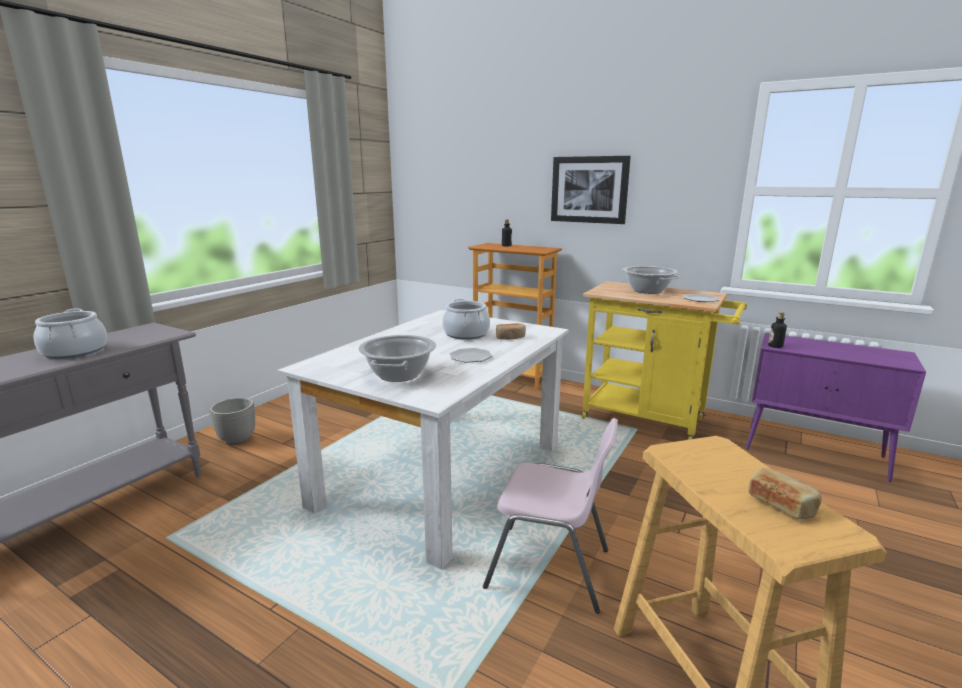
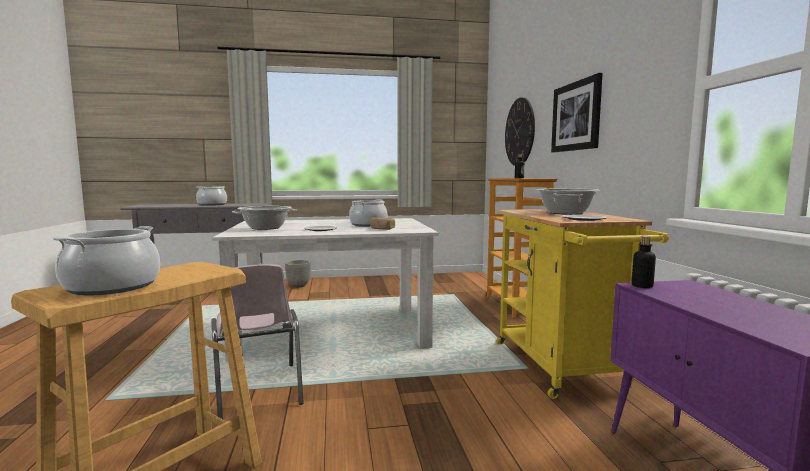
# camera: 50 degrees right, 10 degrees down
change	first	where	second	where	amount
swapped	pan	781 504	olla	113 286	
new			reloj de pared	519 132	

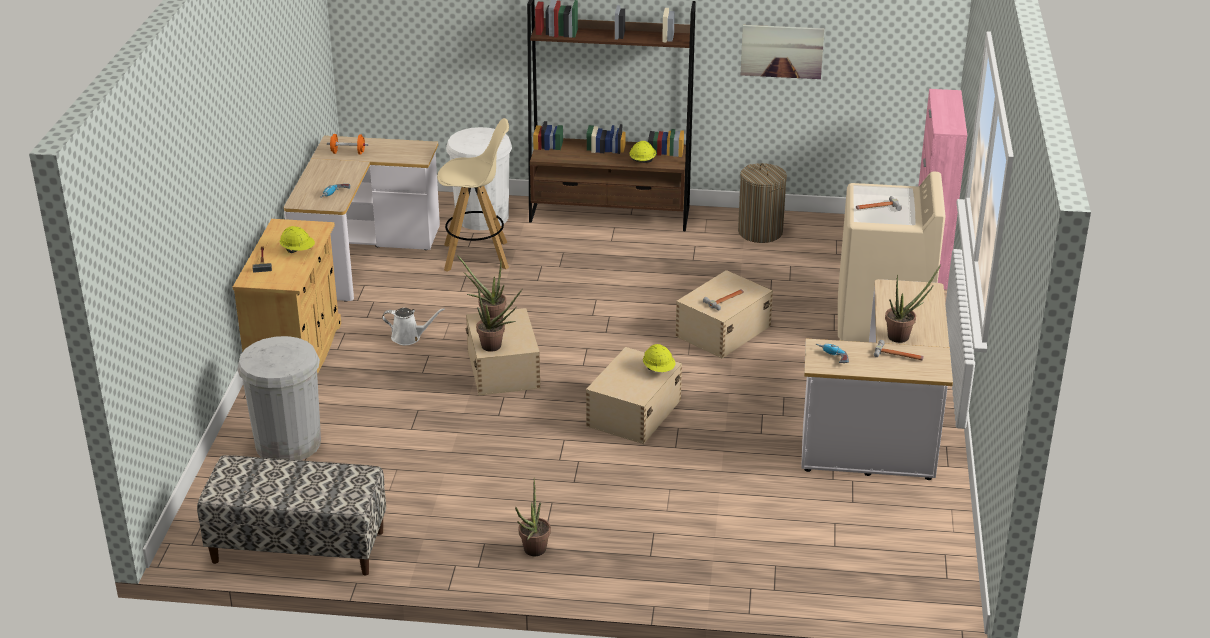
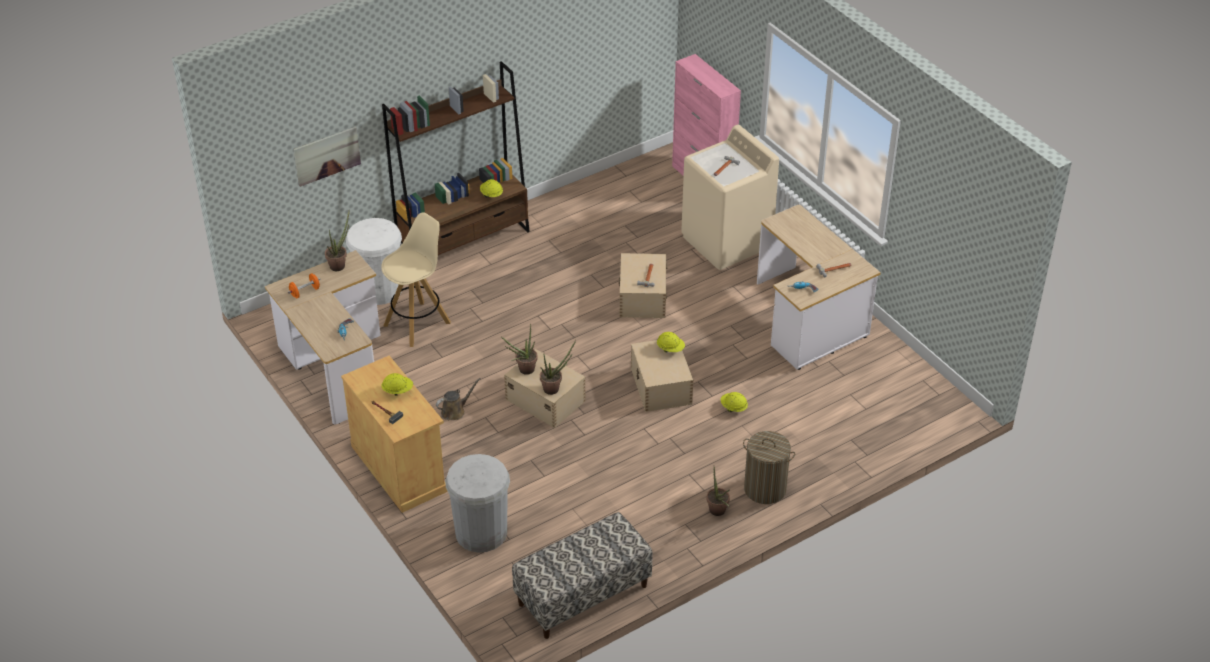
# camera: 40 degrees left, 10 degrees up
change	first	where	second	where	amount
shifted	cuadro	782 51		327 156	
shifted	planta en maceta	903 336		339 264	
repainted	regadera [blanco]	409 337	regadera [marrón]	455 411	
new			casco [amarillo]	733 408	
shifted	cesto de la ropa	760 232		765 489	

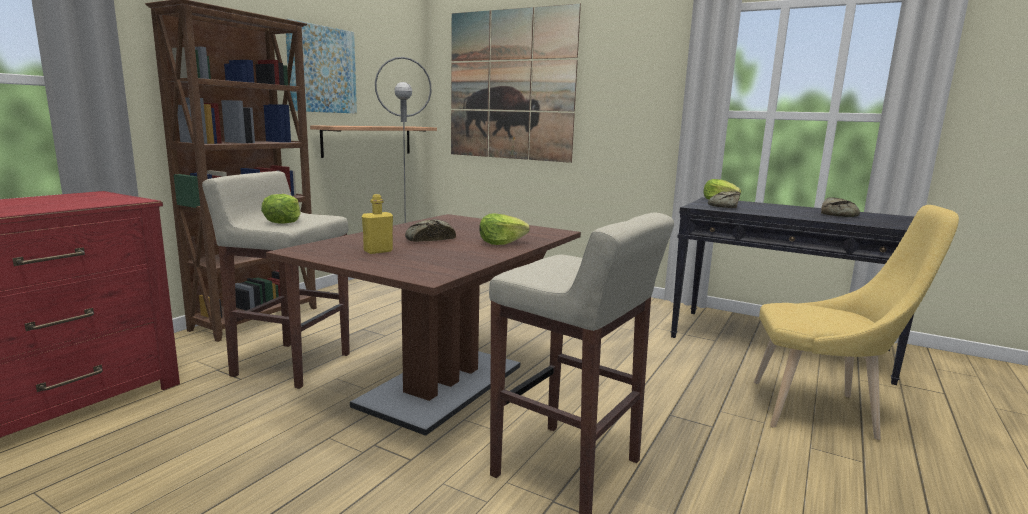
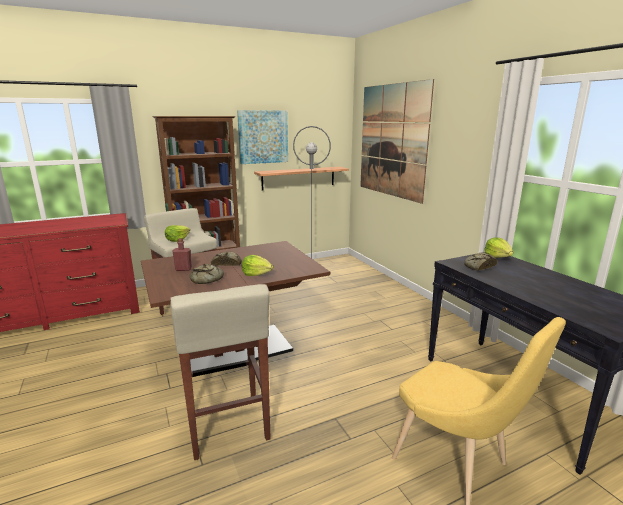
# camera: 35 degrees right, 5 degrees up
change	first	where	second	where	amount
repainted	botella [amarillo]	378 251	botella [rojo]	183 269	
shifted	pan	839 214		207 279	

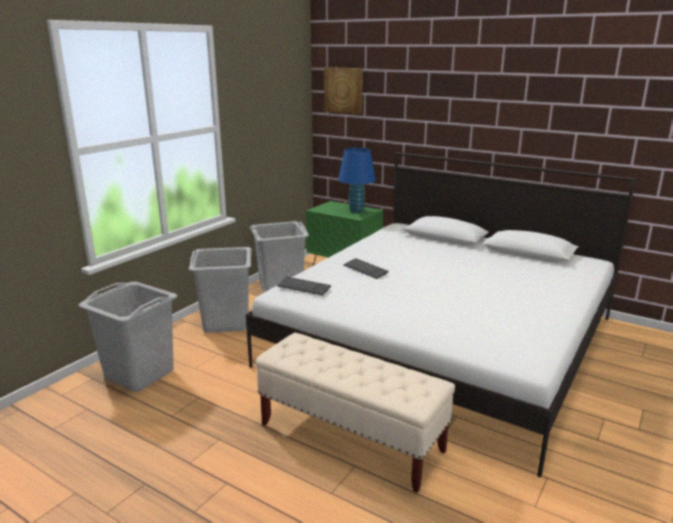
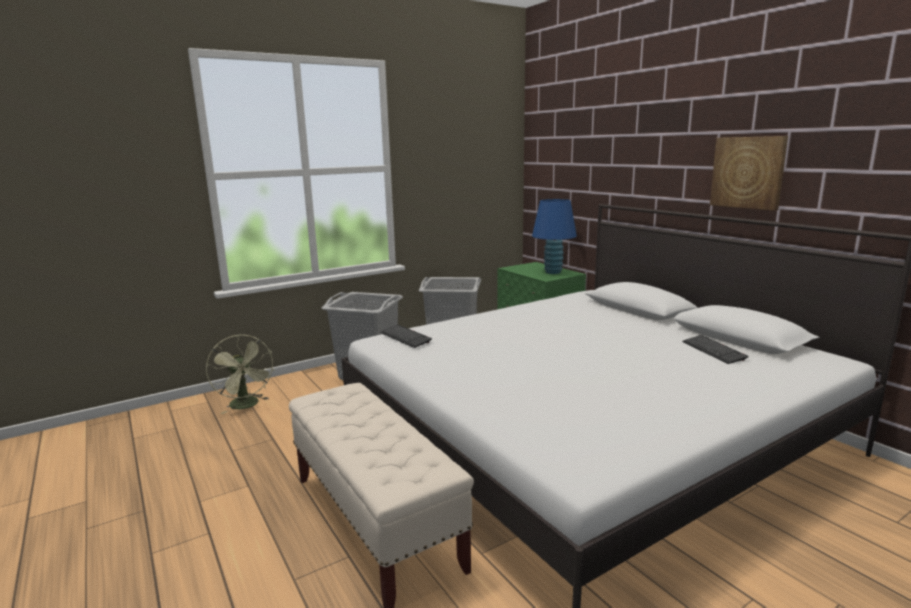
# camera: 25 degrees right, 5 degrees down
change	first	where	second	where	amount
swapped	cesto de la ropa [gris]	139 374	ventilador [verde]	247 406	
shifted	teclado	365 269		713 351	
shifted	cuadro	344 90		748 172	

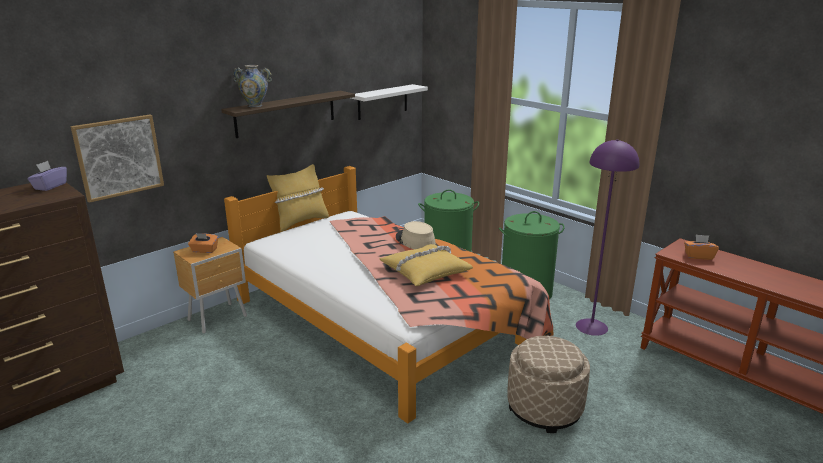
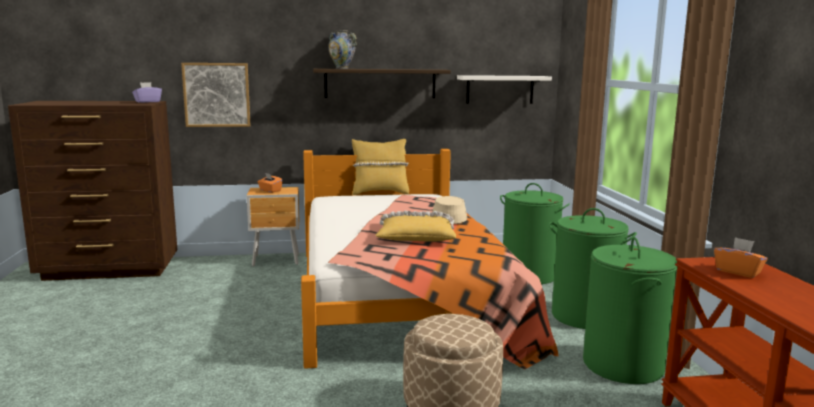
# camera: 35 degrees right, 10 degrees down
change	first	where	second	where	amount
swapped	lámpara de pie [morado]	592 327	cesto de la ropa [verde]	623 365	

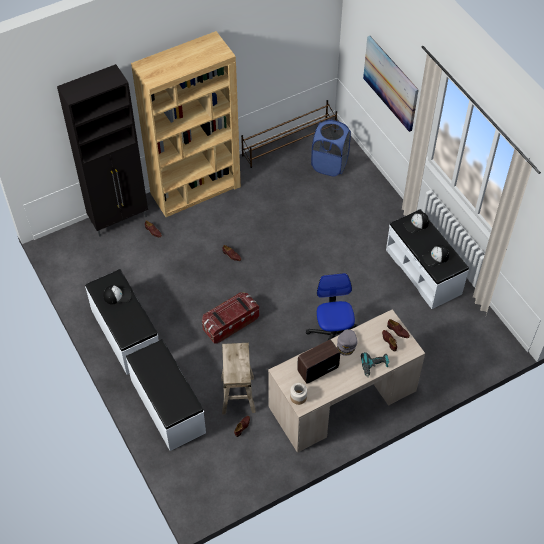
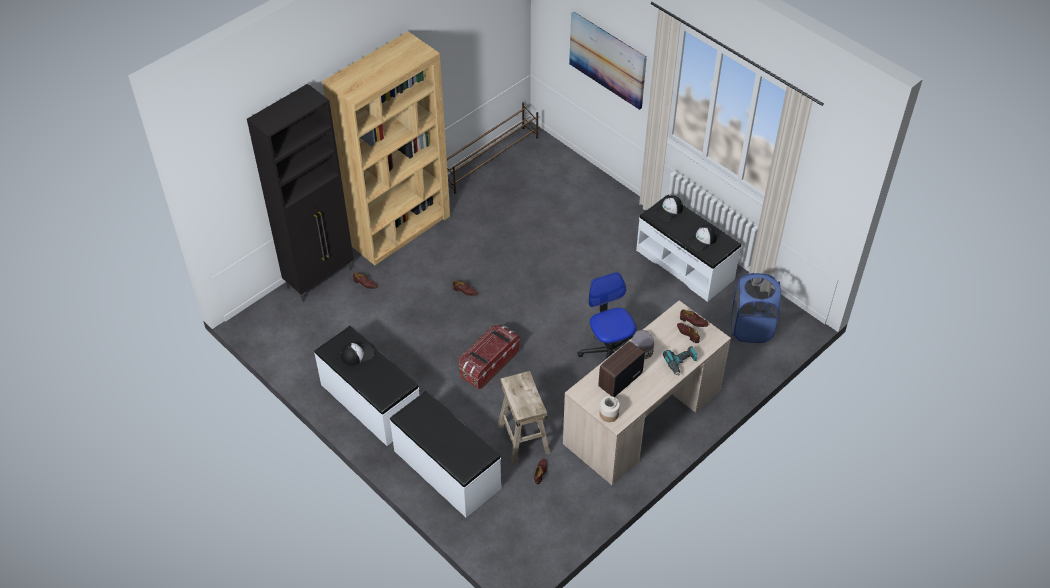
# camera: 15 degrees left, 5 degrees down
change	first	where	second	where	amount
shifted	cesto de la ropa [azul]	329 164		751 328	

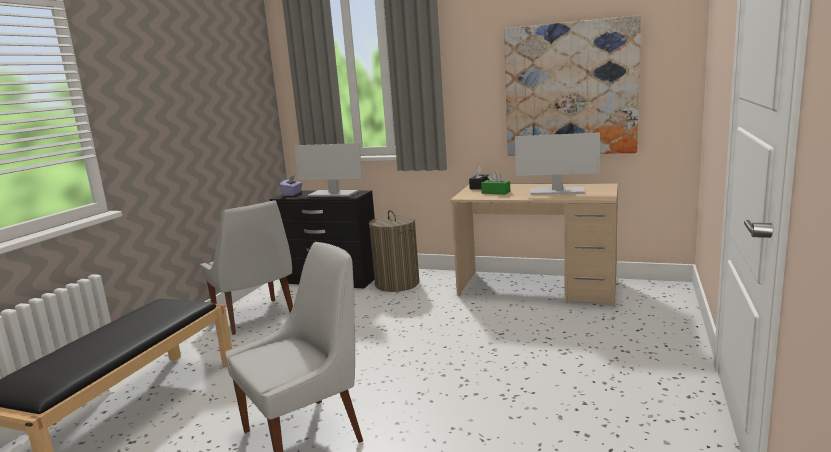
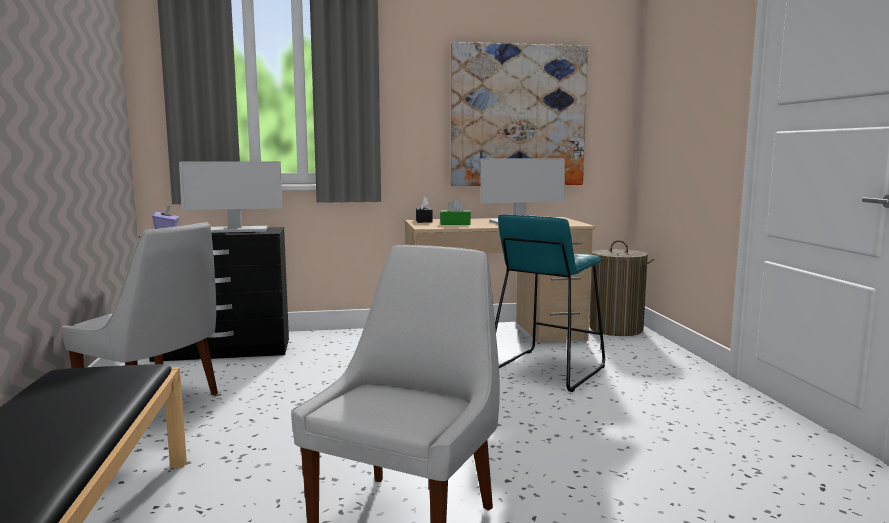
# camera: 30 degrees left, 5 degrees down
change	first	where	second	where	amount
new			taburete [turquesa]	546 370	
shifted	cesto de la ropa	397 284		616 329	

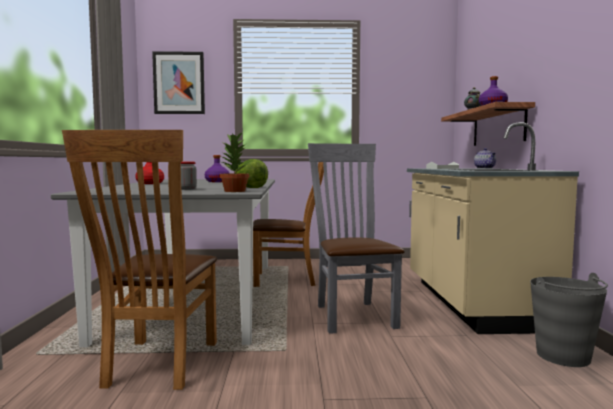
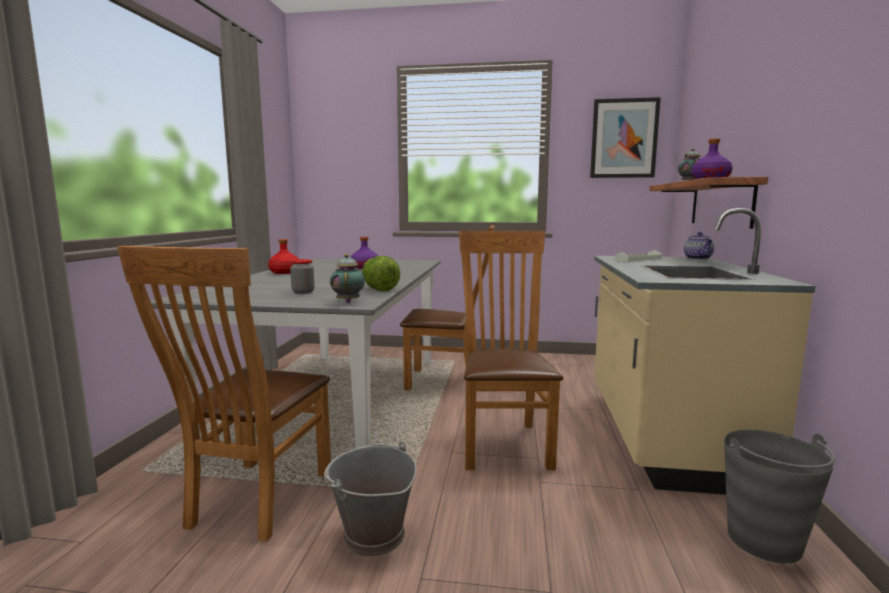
# camera: 10 degrees right, 5 degrees up
change	first	where	second	where	amount
new			cubo [gris]	373 535	
swapped	planta en maceta	235 191	tetera	348 301	
repainted	silla [gris]	352 314	silla [marrón]	504 442	
shifted	cuadro	179 83		624 138	

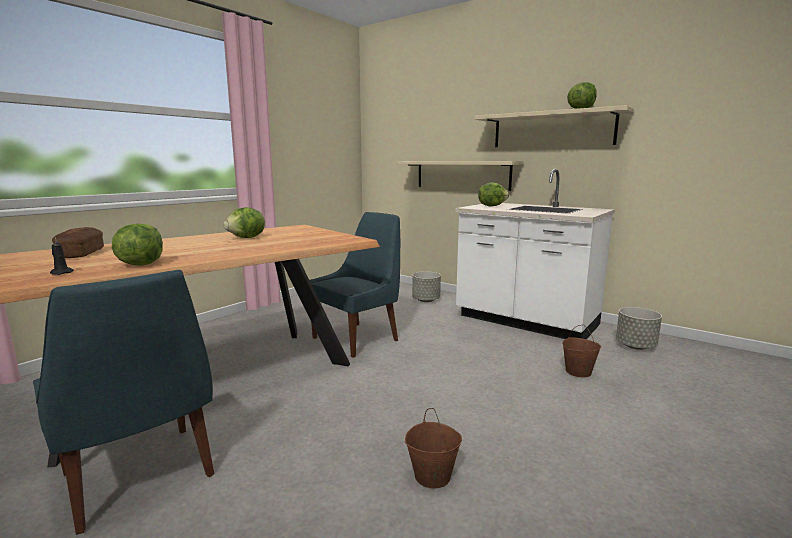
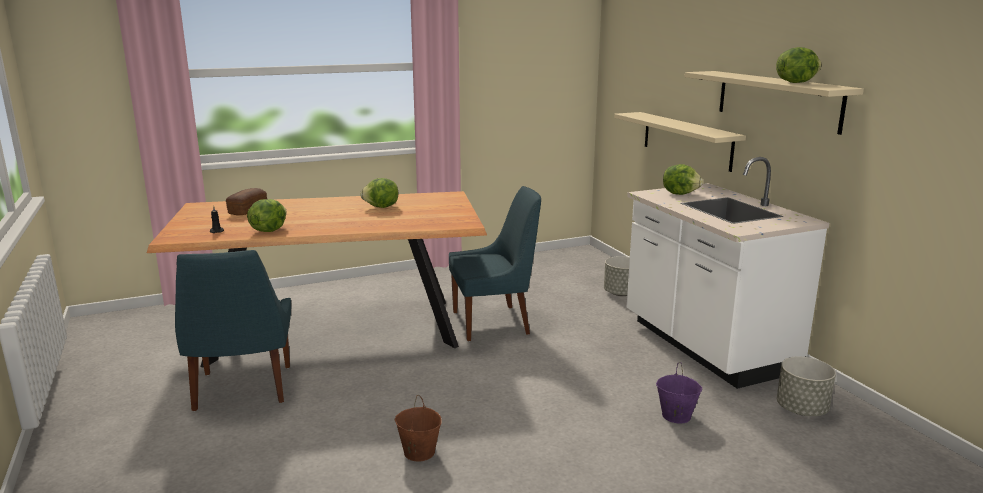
# camera: 30 degrees right, 5 degrees up
change	first	where	second	where	amount
repainted	cubo [marrón]	578 372	cubo [morado]	675 416	

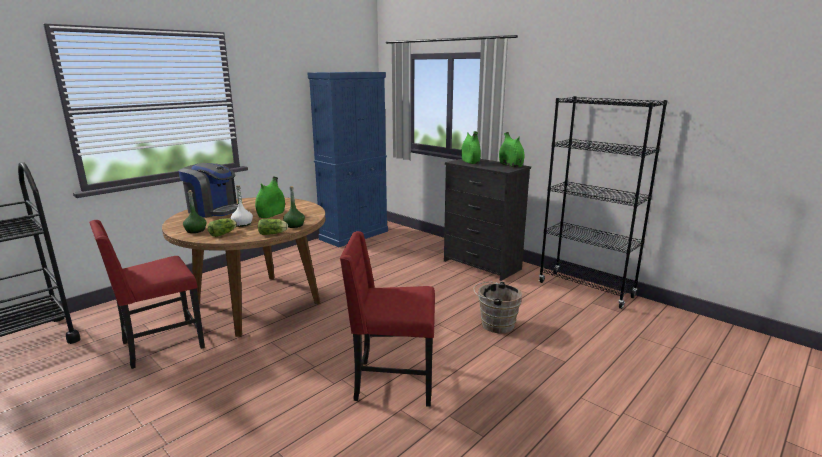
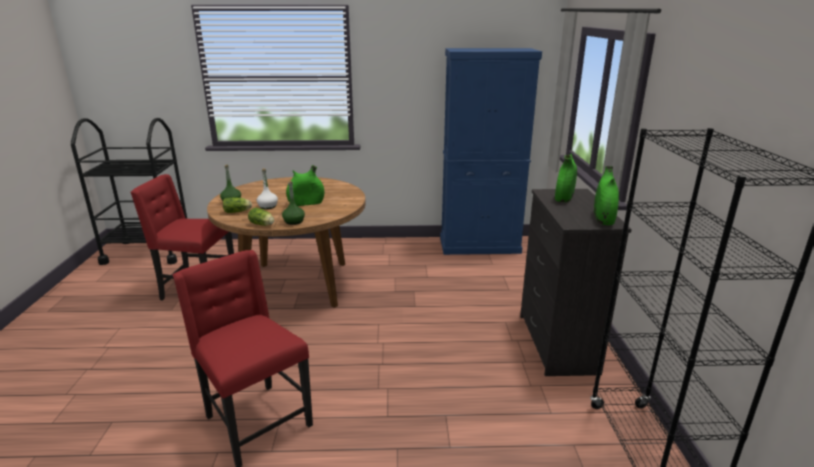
# camera: 45 degrees right, 5 degrees up
change	first	where	second	where	amount
gone	cafetera	214 210			
gone	cubo [marrón]	495 324			

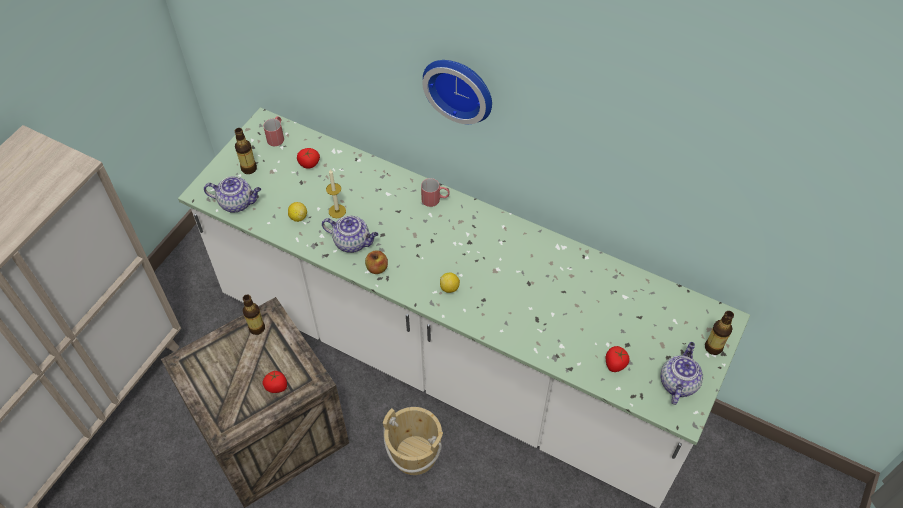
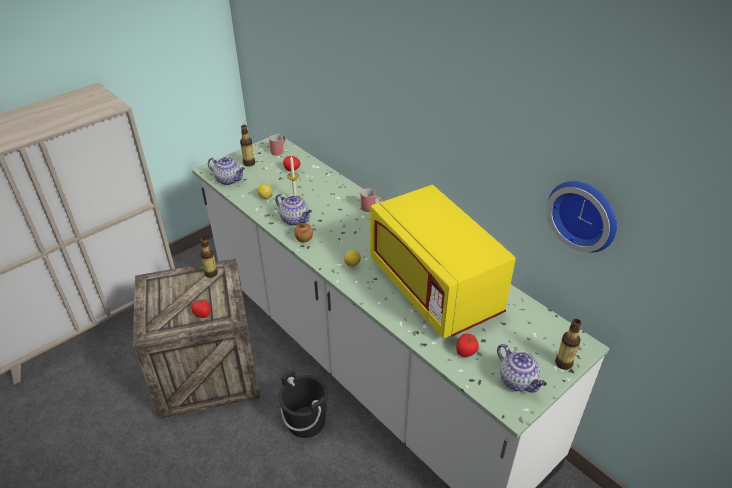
# camera: 20 degrees right, 15 degrees down
change	first	where	second	where	amount
repainted	cubo [beis]	414 454	cubo [negro]	306 421	
new			microondas [amarillo]	434 288	
rotated	tetera	678 382		518 381	105 degrees clockwise
shifted	reloj de pared	460 87		584 214	

